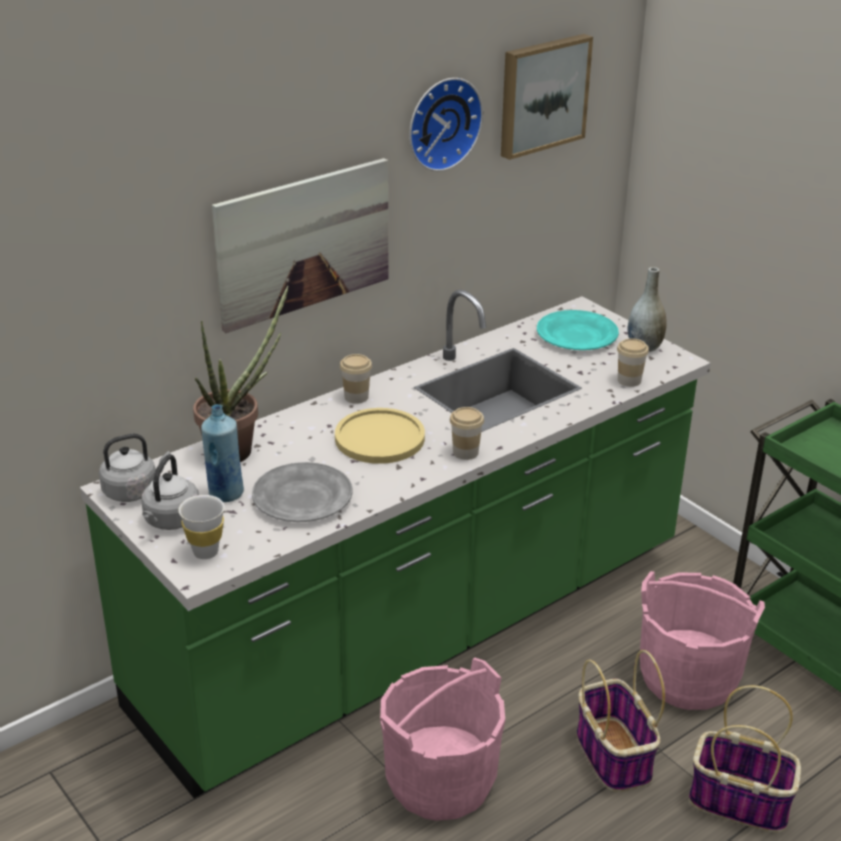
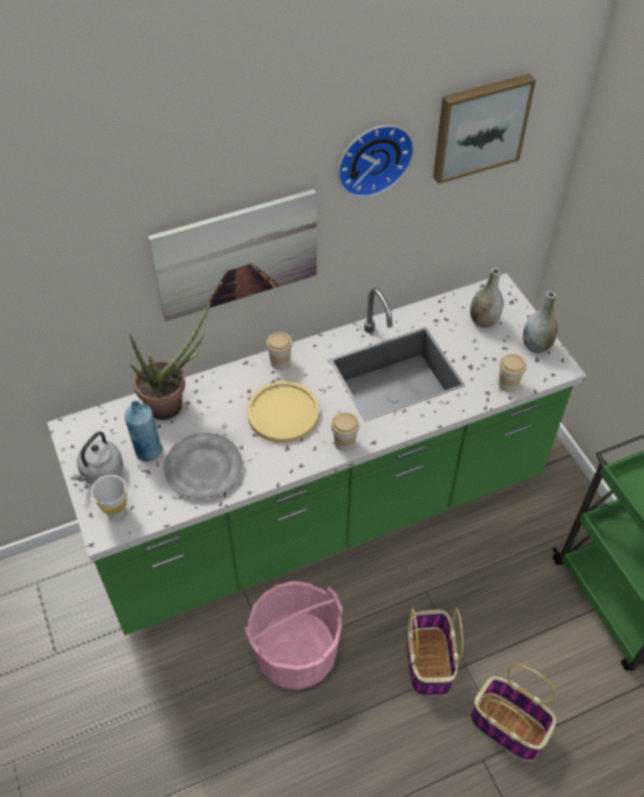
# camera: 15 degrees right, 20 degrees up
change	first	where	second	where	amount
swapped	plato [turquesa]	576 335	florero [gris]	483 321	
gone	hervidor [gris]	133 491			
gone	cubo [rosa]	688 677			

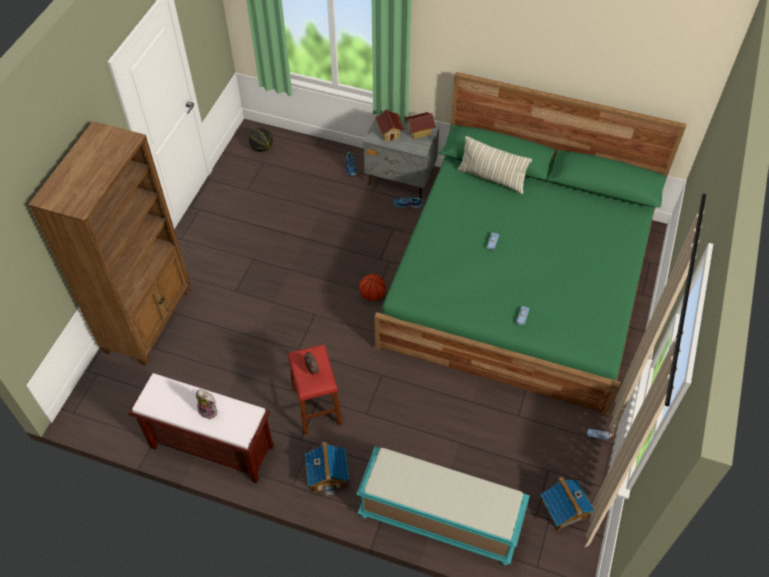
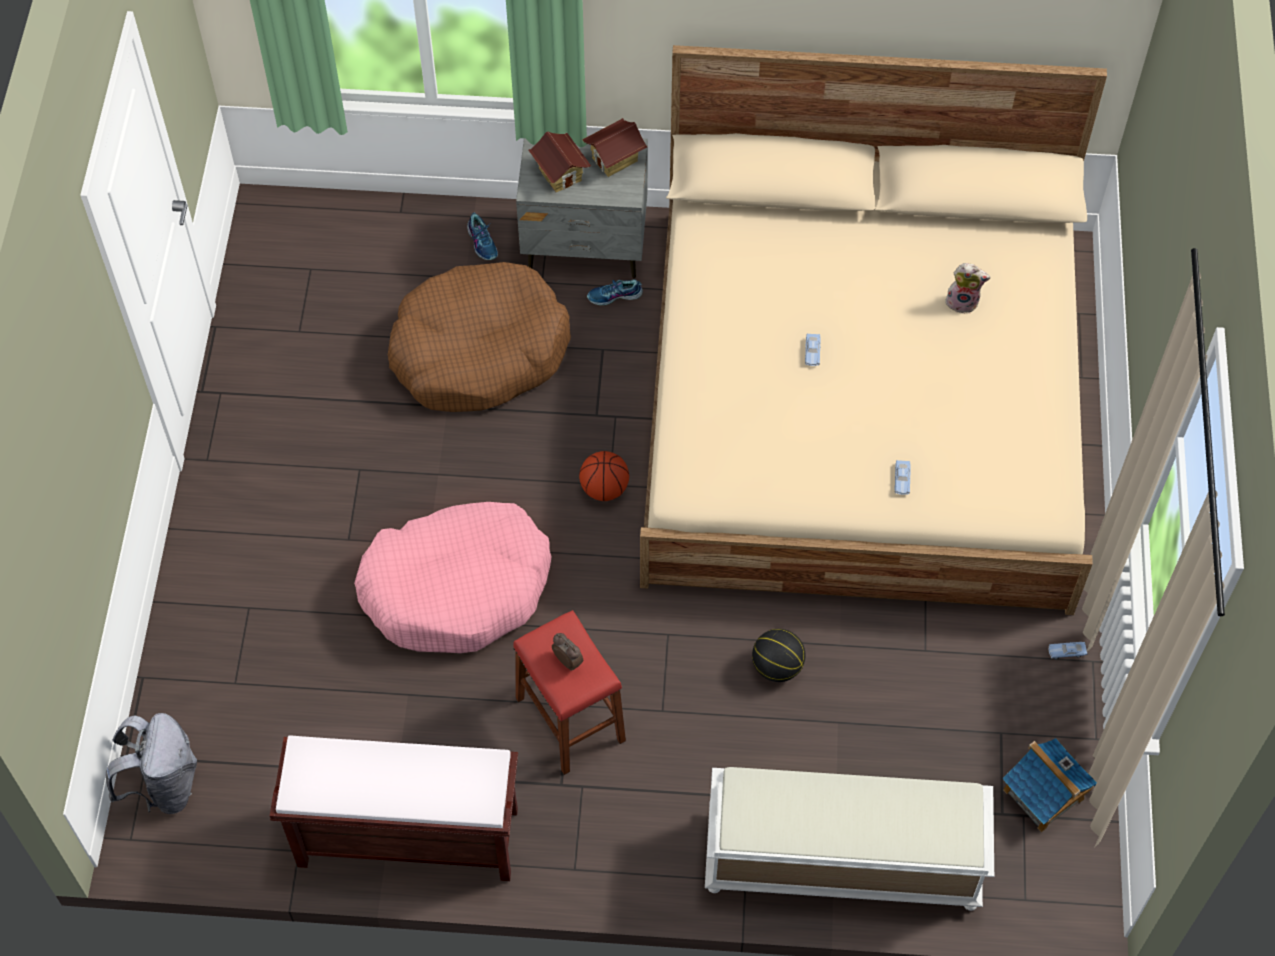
# camera: 15 degrees left, 5 degrees up
change	first	where	second	where	amount
new			mochila [gris]	164 785	
new			cama para perro [rosa]	457 587	
new			cama para perro [marrón]	479 351	
repainted	cama [verde]	519 282	cama [beis]	861 403	
repainted	banco [turquesa]	438 519	banco [blanco]	840 862	
shifted	balón de baloncesto	262 148		777 666	
shifted	peluche	209 411		963 301	
gone	estantería [marrón]	149 320			
gone	casita	328 475			
gone	cojín	492 178			

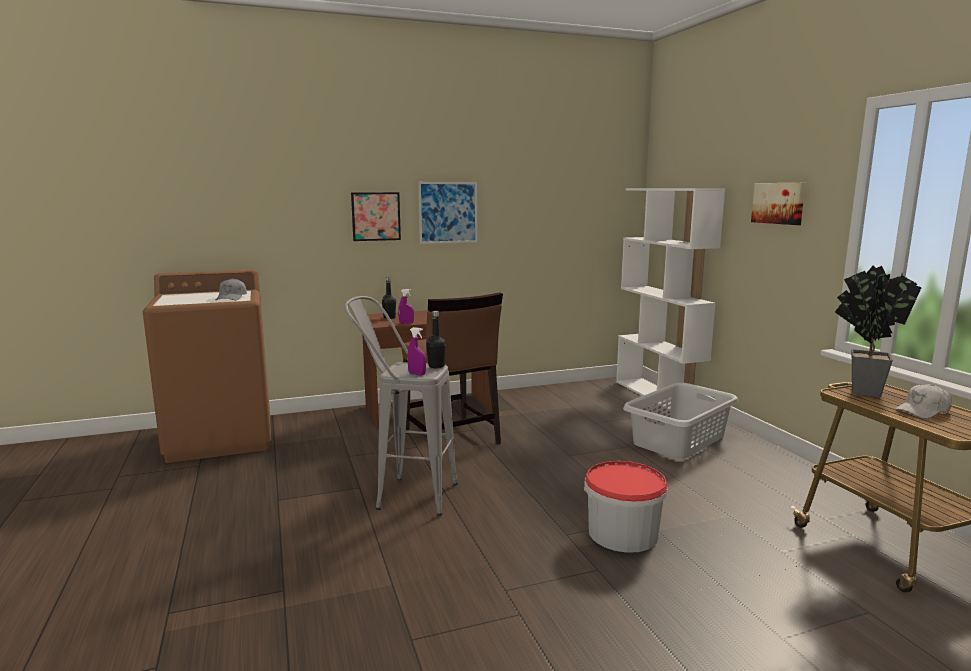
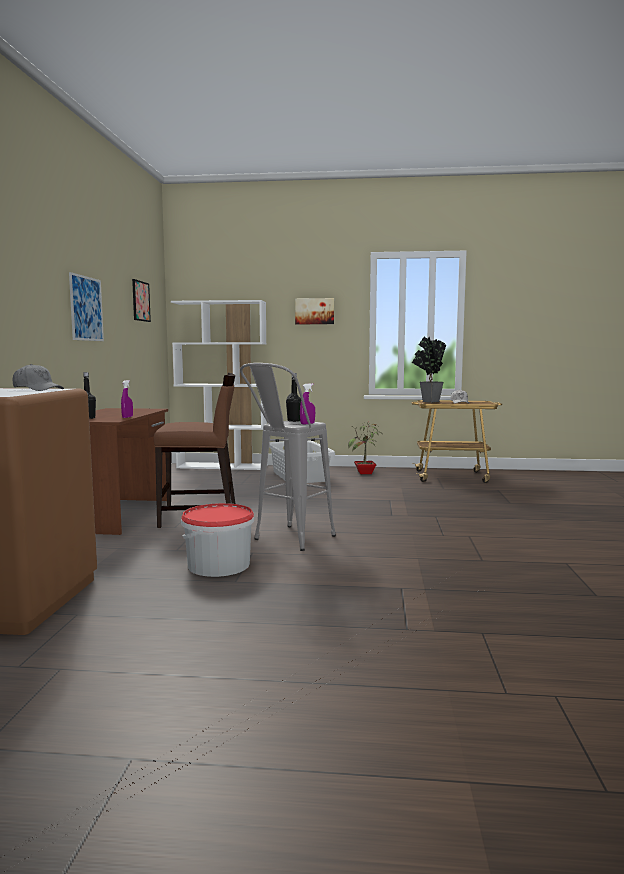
# camera: 65 degrees left, 5 degrees down
change	first	where	second	where	amount
shifted	cuadro	376 216		140 301	
shifted	cubo	623 533		219 565	
new			planta en maceta	365 473	

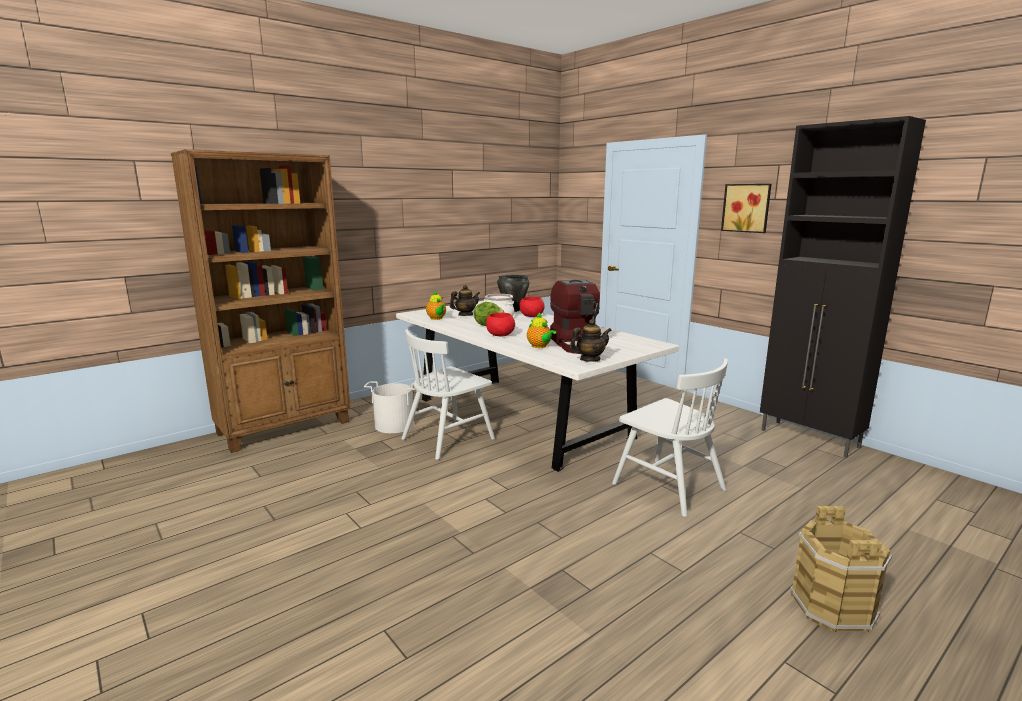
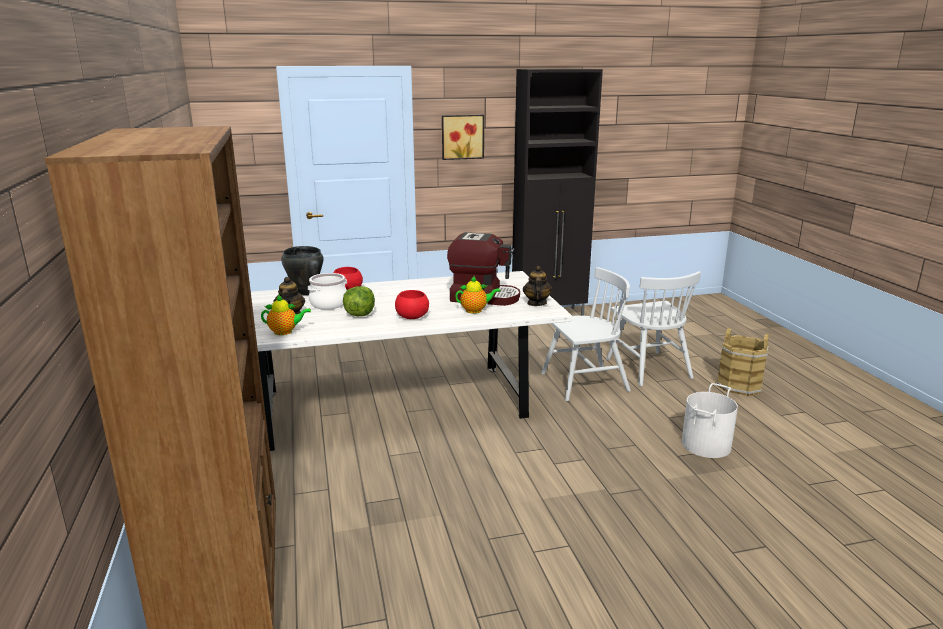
# camera: 65 degrees left, 5 degrees up
change	first	where	second	where	amount
shifted	silla [blanco]	448 438		648 368	
shifted	cubo [blanco]	394 425		705 444	

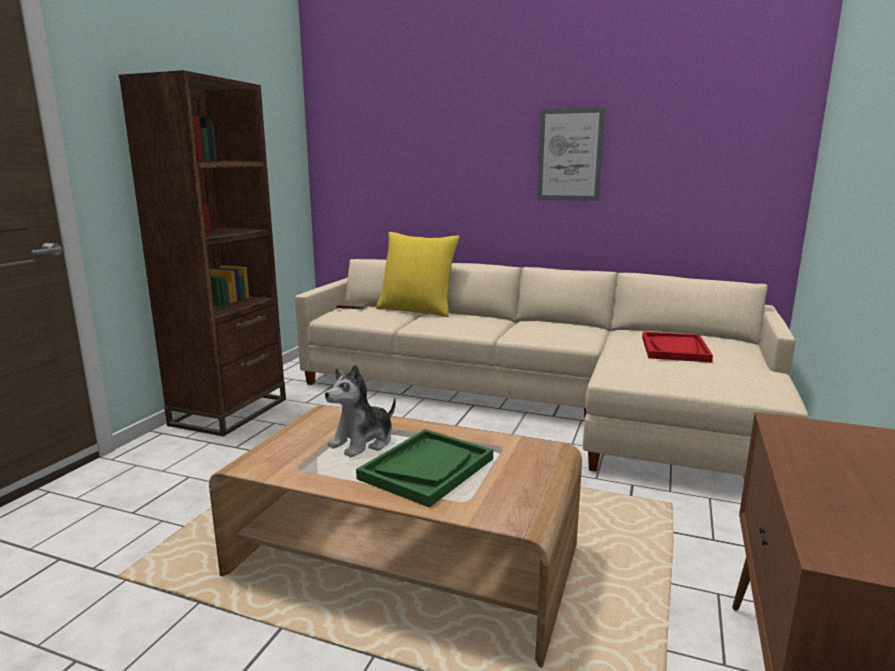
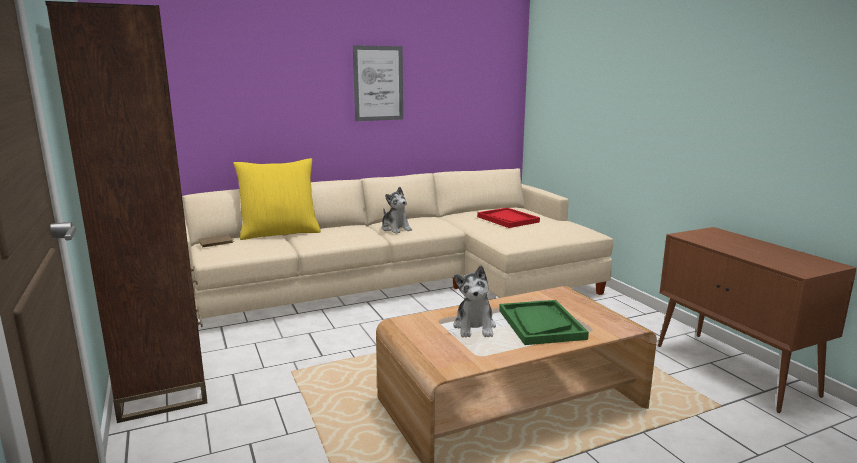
# camera: 45 degrees left, 0 degrees up
change	first	where	second	where	amount
new			peluche	395 229	

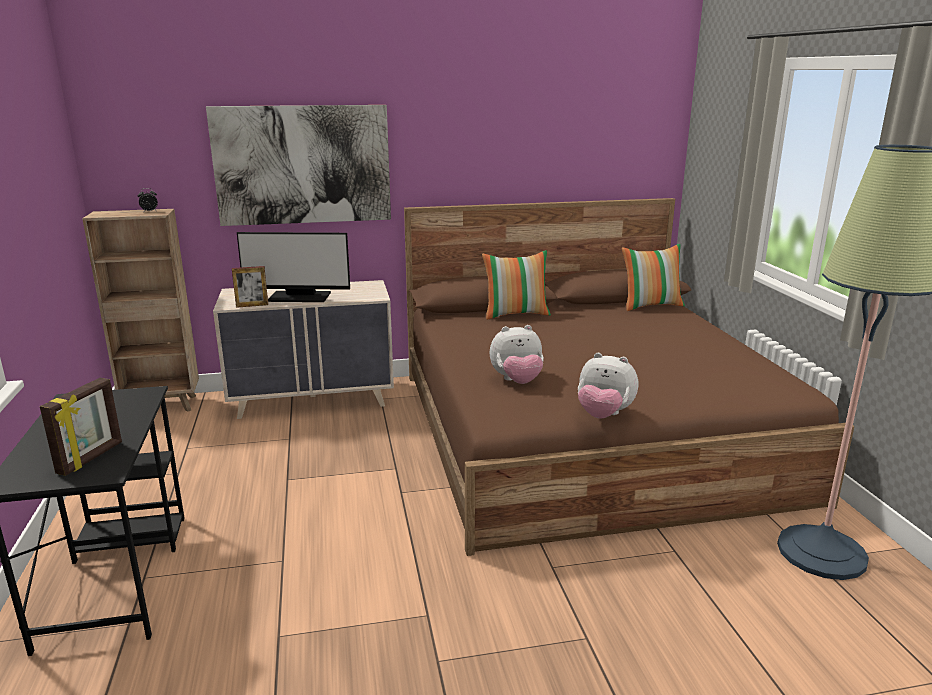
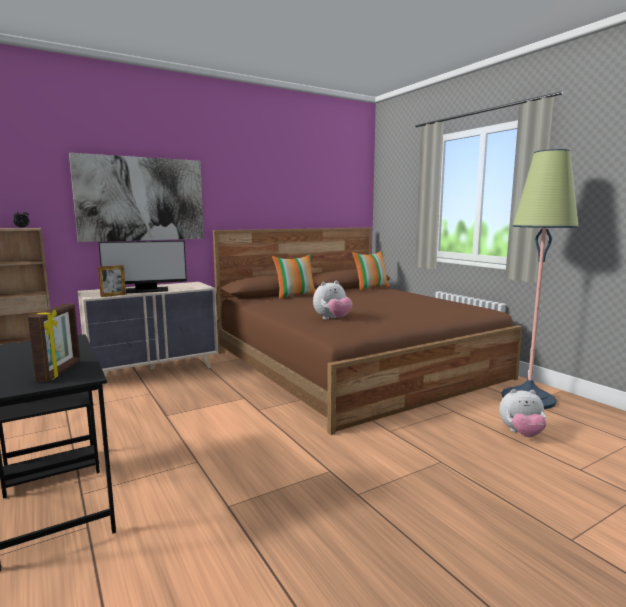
# camera: 20 degrees left, 10 degrees down
change	first	where	second	where	amount
shifted	peluche	604 415		521 434	

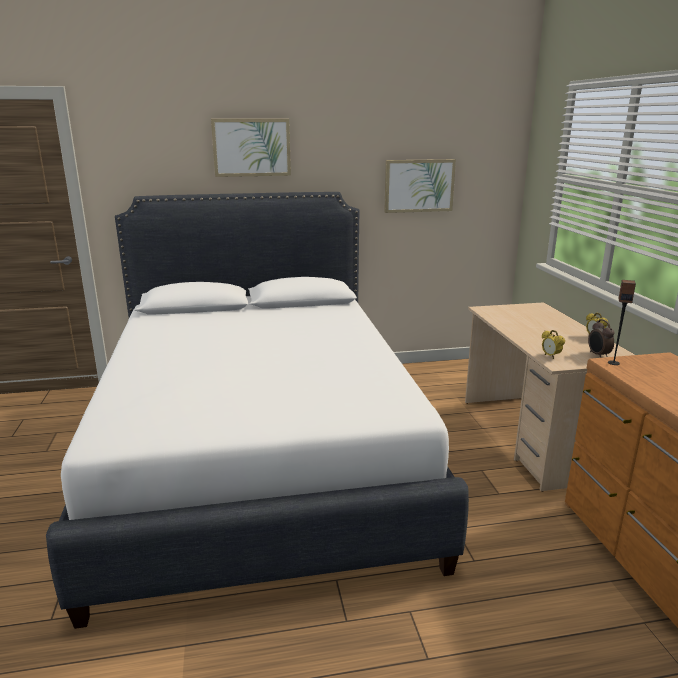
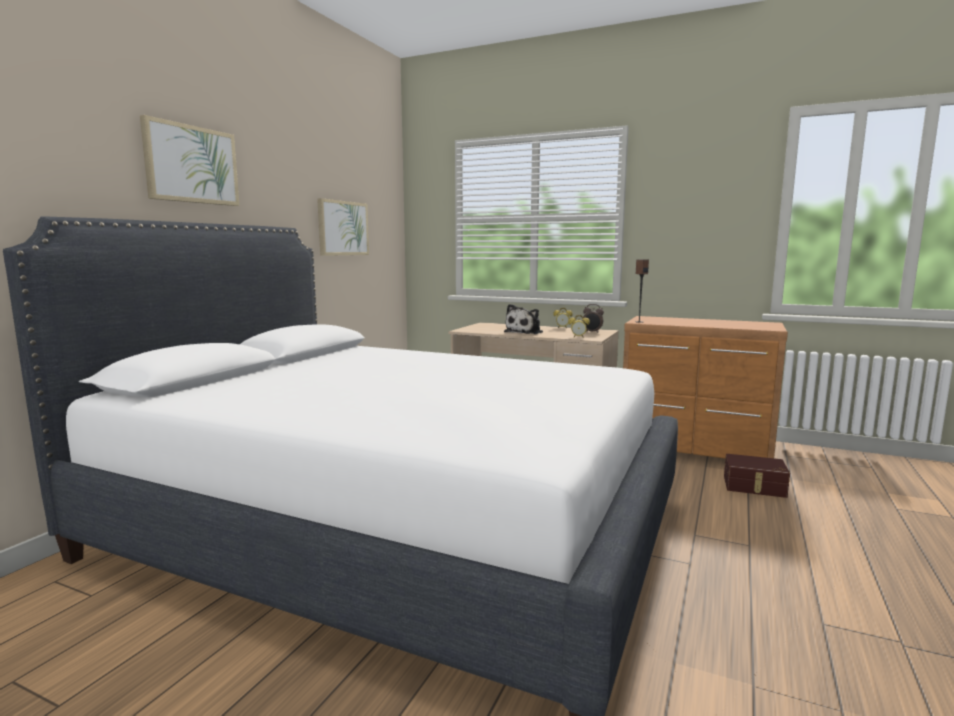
# camera: 55 degrees left, 10 degrees down
change	first	where	second	where	amount
new			peluche	525 332	
new			caja de almacenaje [marrón]	754 487	

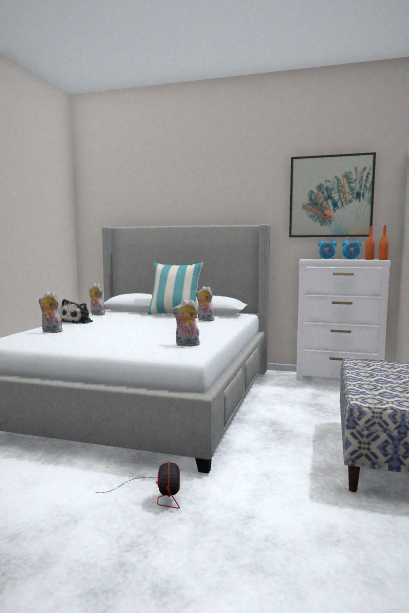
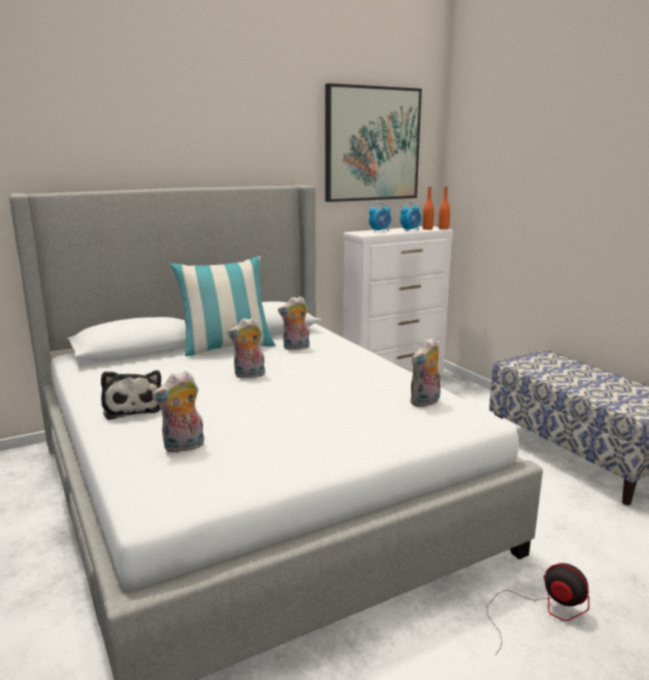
# camera: 45 degrees left, 10 degrees up
change	first	where	second	where	amount
shifted	peluche	96 314		249 375	

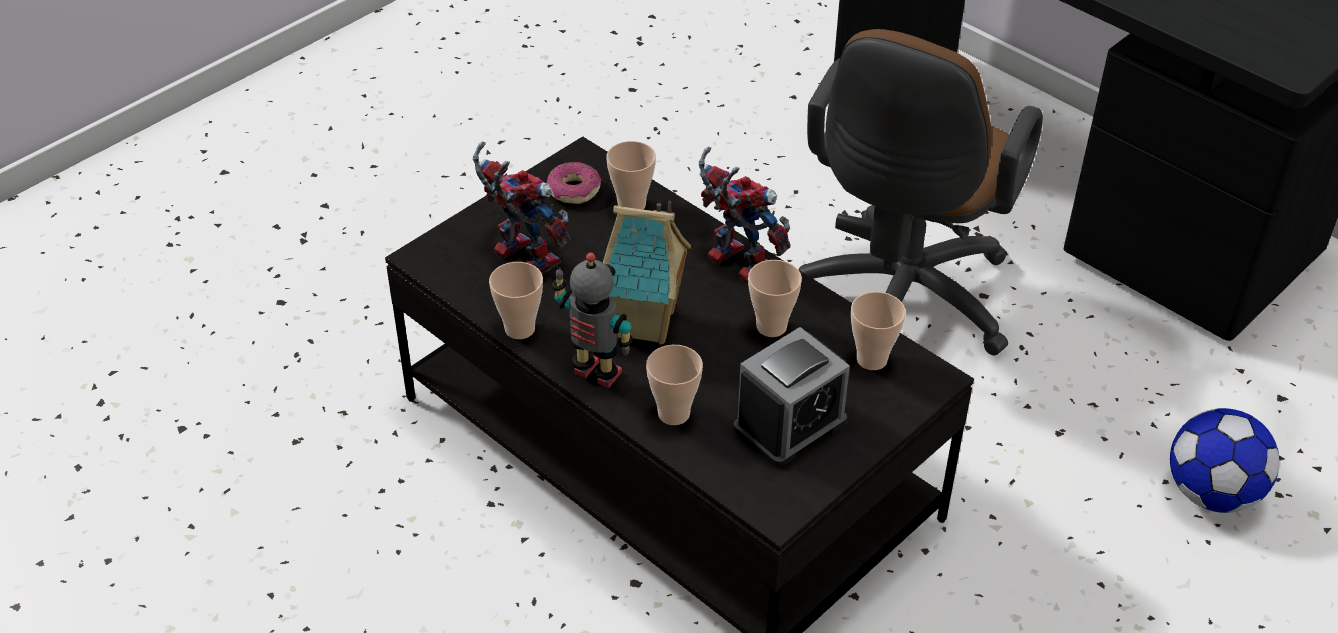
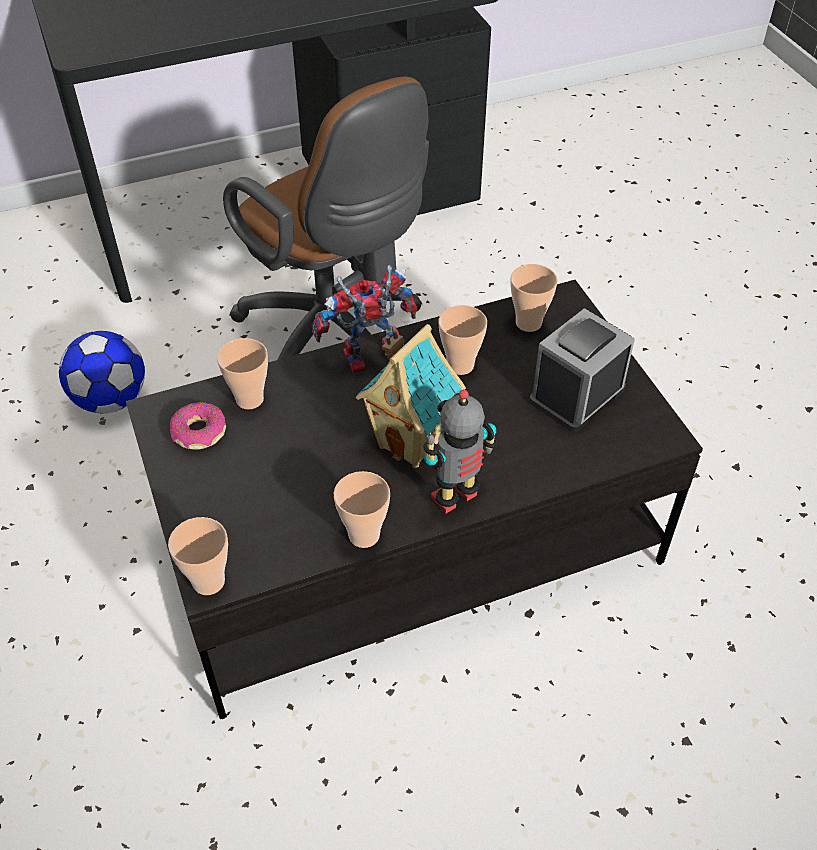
# camera: 65 degrees left, 5 degrees up
change	first	where	second	where	amount
shifted	balón de fútbol	1212 493		111 400	
shifted	taza	673 414		208 581	
rotated	despertador	790 425		577 395	120 degrees counterclockwise
gone	robot de juguete	518 257			

